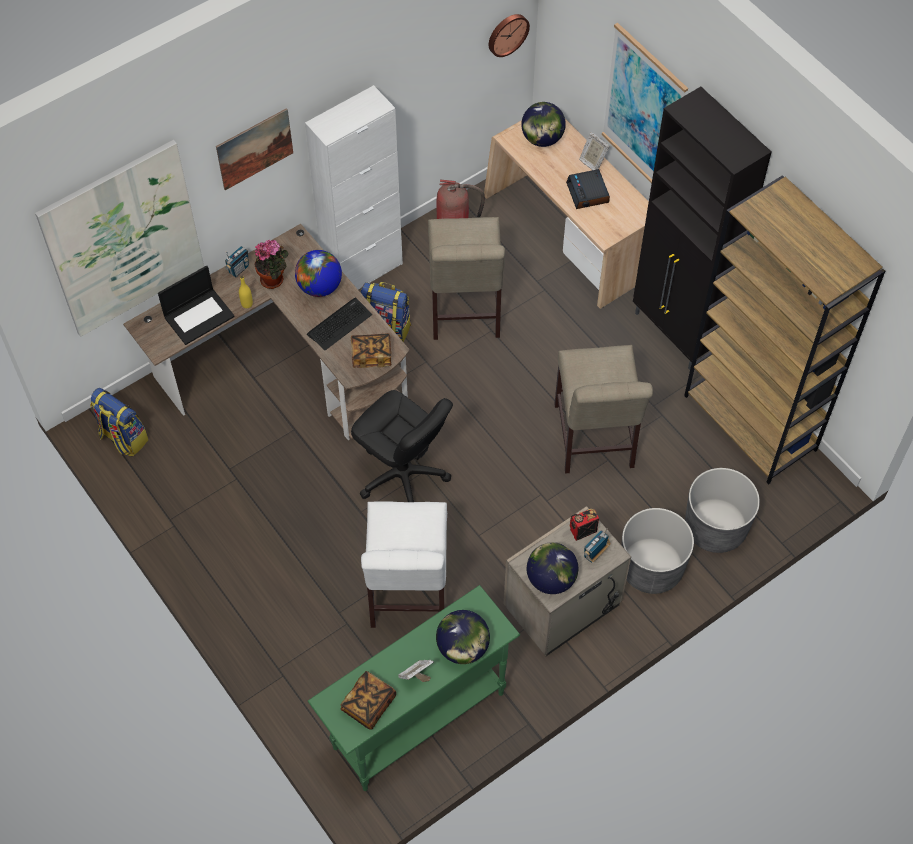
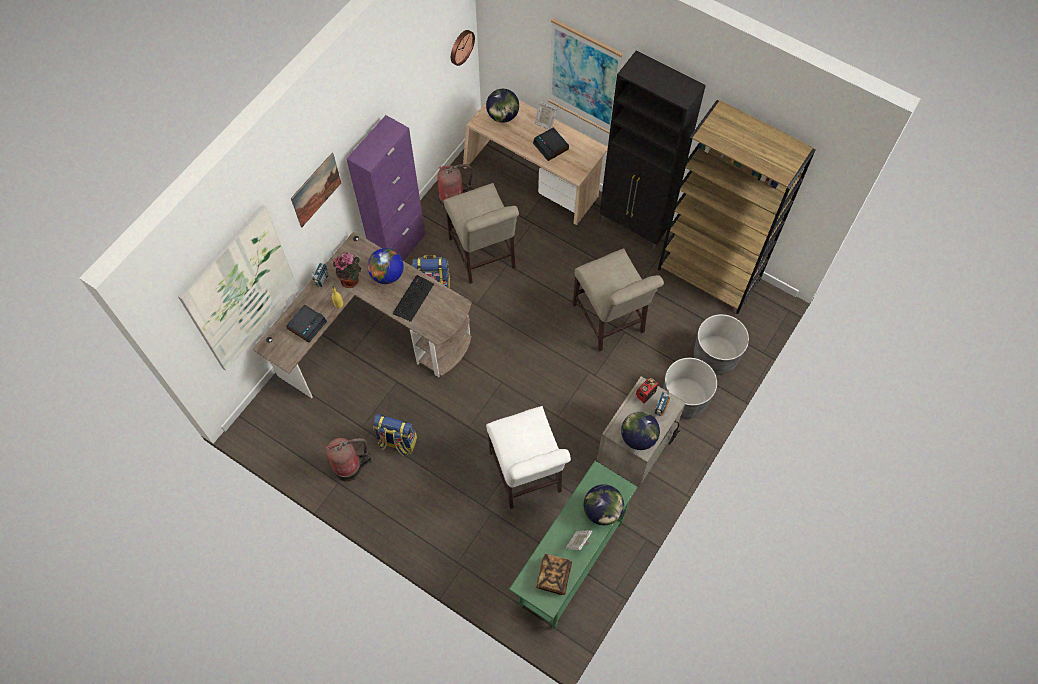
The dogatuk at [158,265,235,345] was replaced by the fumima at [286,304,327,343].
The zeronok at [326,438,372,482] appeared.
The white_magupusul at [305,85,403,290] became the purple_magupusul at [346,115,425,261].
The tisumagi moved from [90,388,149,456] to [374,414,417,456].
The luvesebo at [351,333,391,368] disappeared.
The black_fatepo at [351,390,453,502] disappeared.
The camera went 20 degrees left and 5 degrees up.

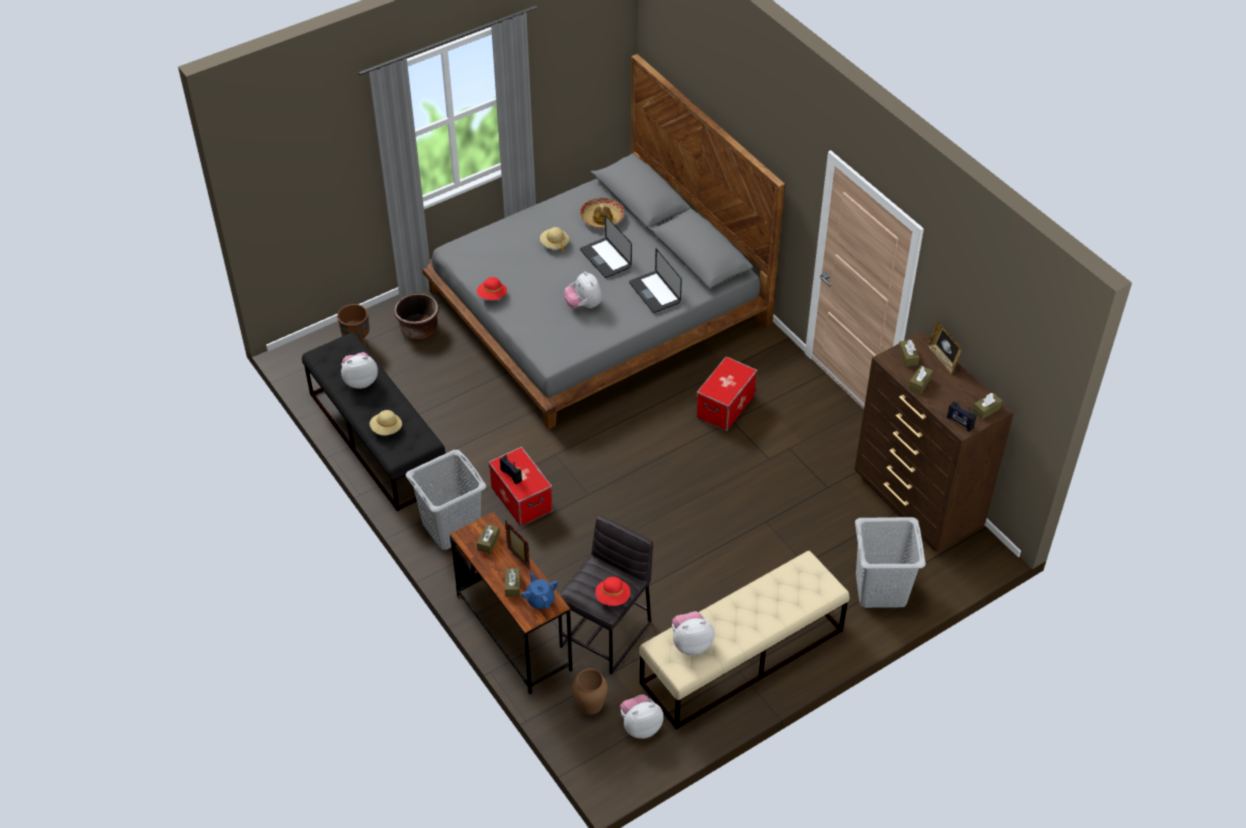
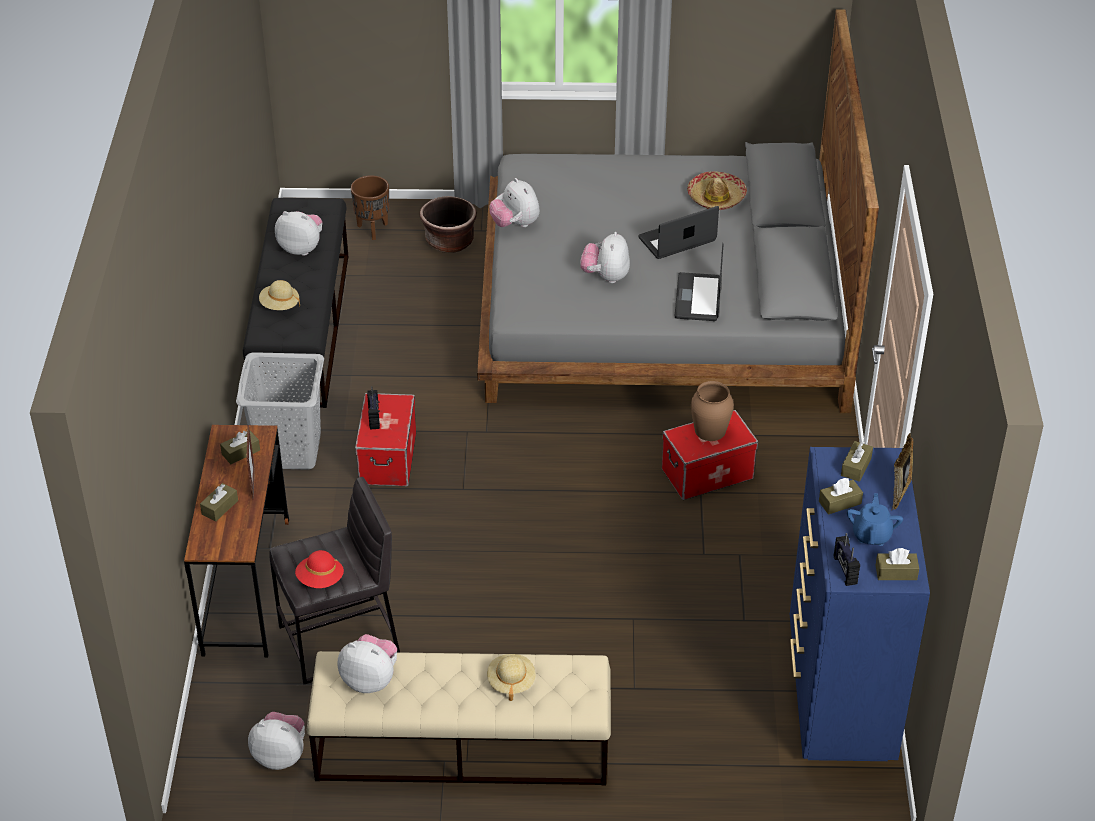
The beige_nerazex moved from [540,227,569,252] to [487,654,535,701].
The red_nerazex at [477,277,507,300] was replaced by the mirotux at [489,178,540,227].
The dogatuk at [580,215,632,278] turned 60 degrees clockwise.
The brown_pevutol moved from [572,668,608,714] to [691,381,734,441].
The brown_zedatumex at [854,331,1014,552] became the blue_zedatumex at [790,447,930,761].
The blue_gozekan moved from [521,572,558,609] to [847,493,903,546].
The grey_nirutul at [855,517,926,608] disappeared.
The camera went 35 degrees right and 5 degrees down.

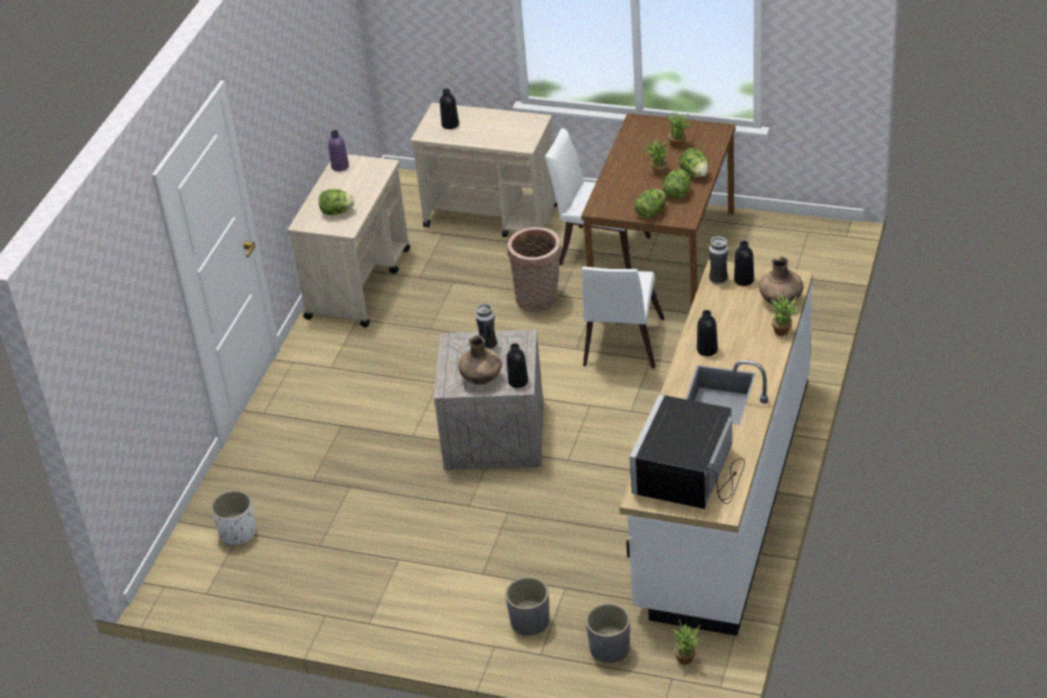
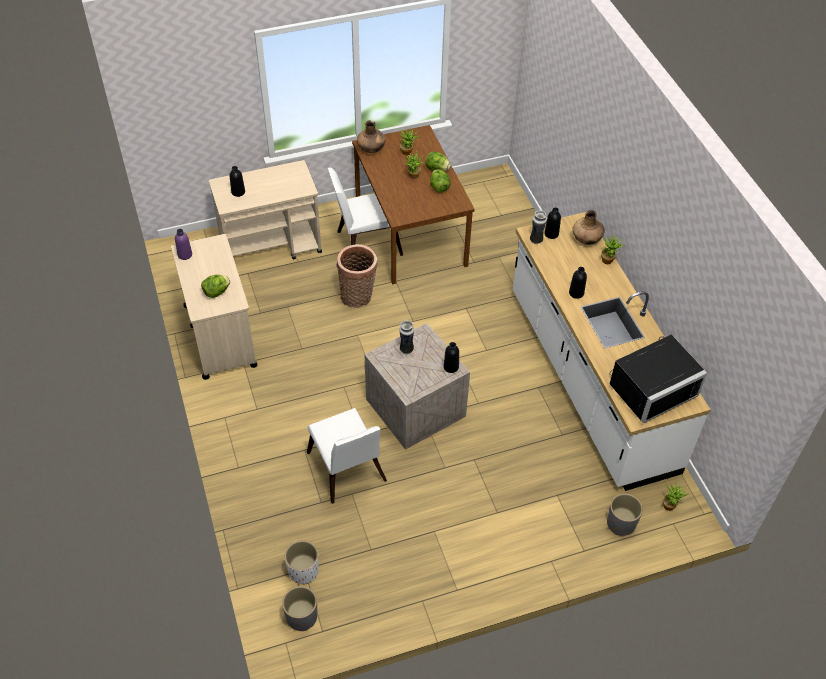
The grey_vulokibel moved from [505,577,550,636] to [282,586,317,631].
The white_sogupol moved from [582,267,664,369] to [307,408,387,504].
The brown_pevutol moved from [458,335,502,385] to [357,120,385,153].
The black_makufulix at [630,394,745,509] turned 105 degrees counterclockwise.
The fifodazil at [634,189,665,218] disappeared.
The camera went 40 degrees left and 10 degrees up.

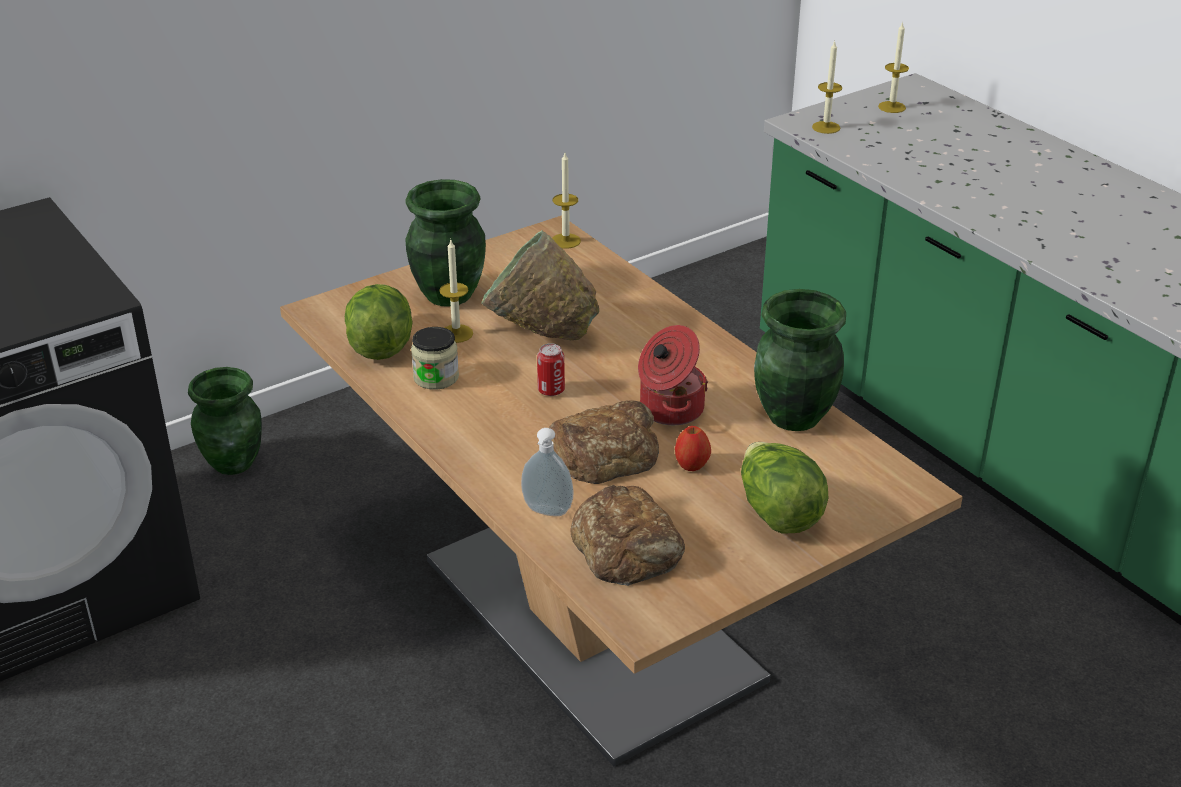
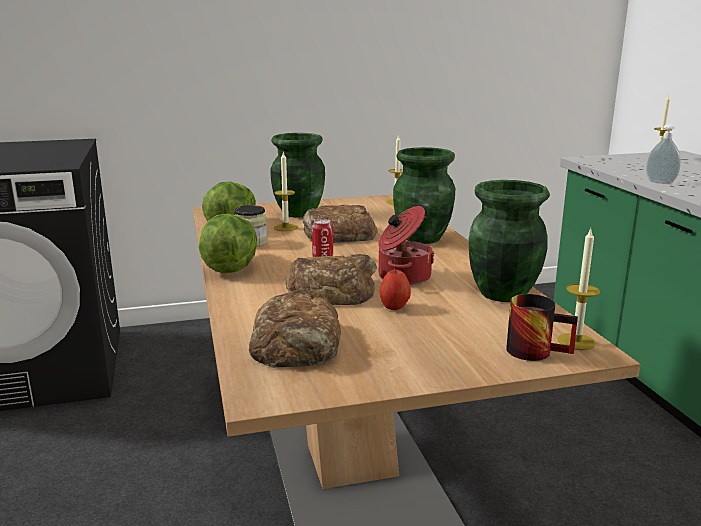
The fifodazil moved from [741,442,828,534] to [199,214,257,274].
The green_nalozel at [481,230,599,340] was replaced by the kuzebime at [303,205,378,243].
The green_pevutol moved from [188,367,262,475] to [393,147,456,244].
The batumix at [506,294,578,361] appeared.
The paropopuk moved from [812,41,842,134] to [557,229,600,350].
The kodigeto moved from [521,428,573,516] to [646,124,681,184].
The camera went 20 degrees right and 15 degrees down.

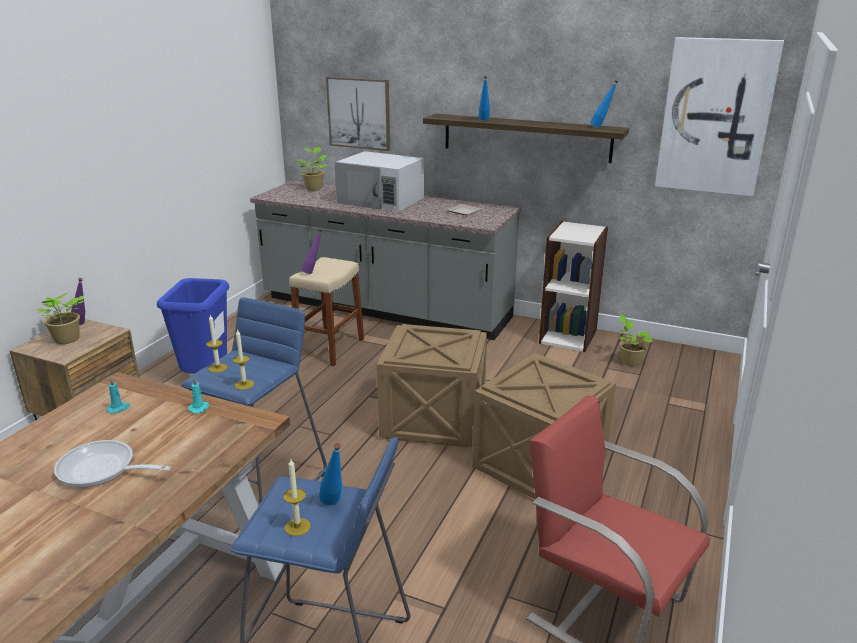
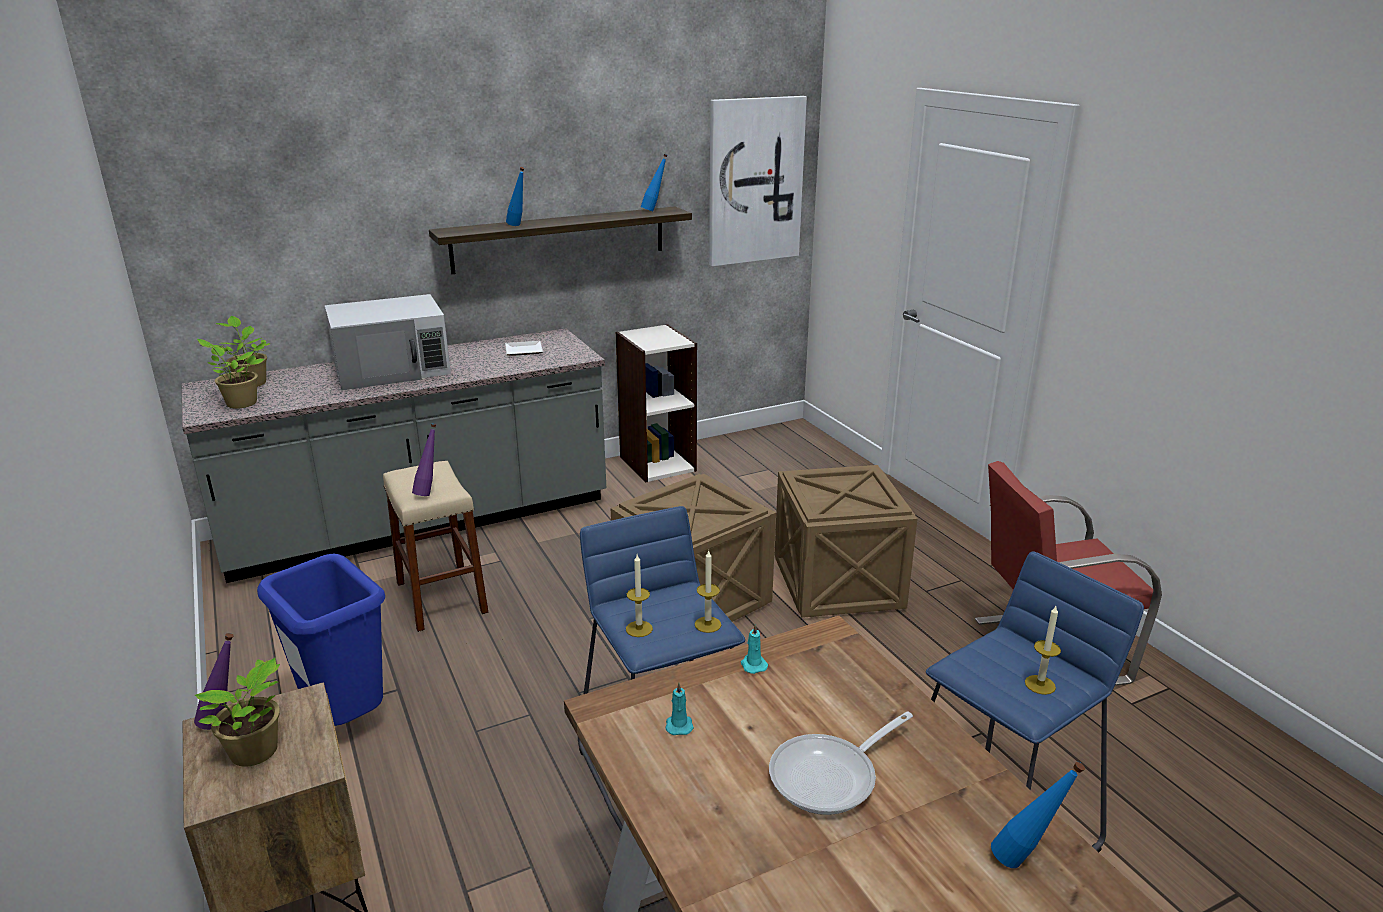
The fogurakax moved from [619,314,654,366] to [197,339,265,409].
The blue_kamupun moved from [319,443,342,505] to [991,762,1085,868].
The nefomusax at [326,77,390,151] disappeared.
The camera went 50 degrees left and 0 degrees up.

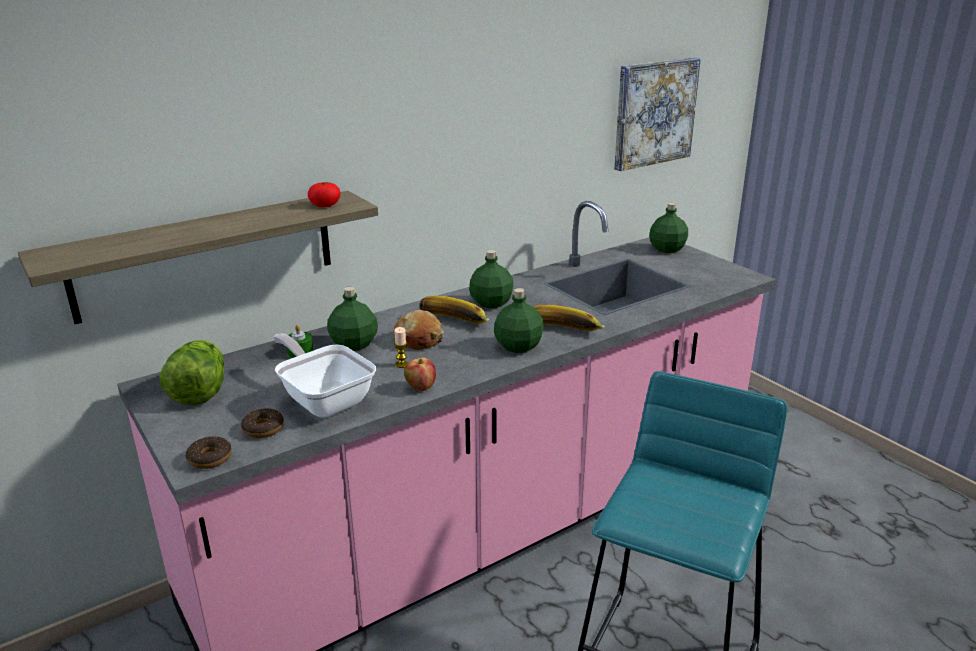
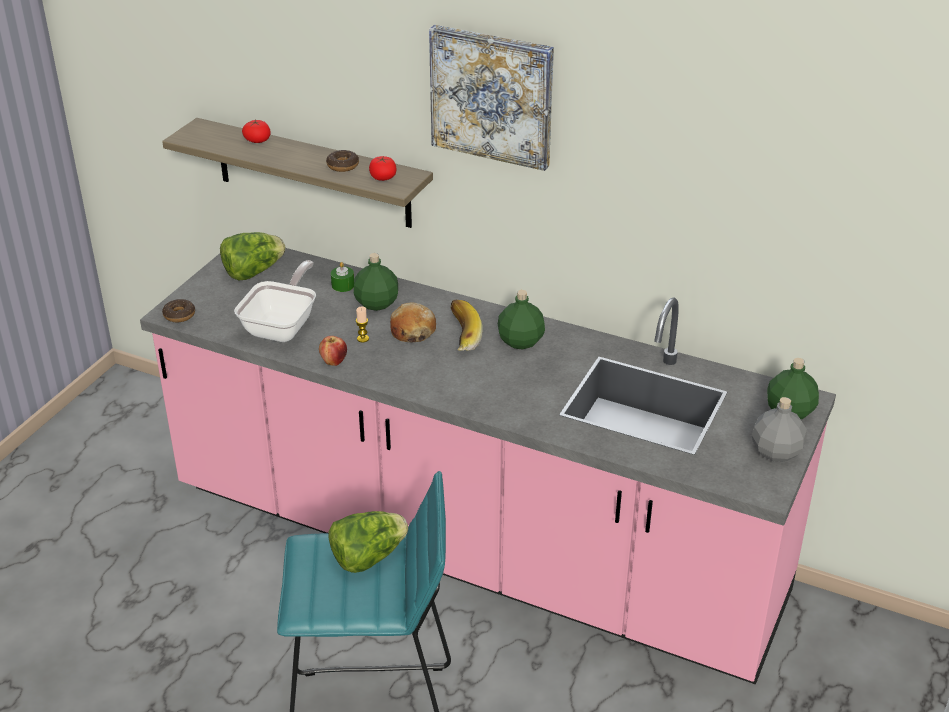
The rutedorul at [242,120,271,143] appeared.
The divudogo moved from [241,408,284,438] to [326,150,359,172].
The fifodazil at [328,511,408,573] appeared.
The nefomusax moved from [614,57,701,171] to [429,25,554,171].
The grey_kamupun at [752,397,807,462] appeared.
The green_kamupun at [494,288,544,353] disappeared.
The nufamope at [533,305,605,331] disappeared.
The camera went 60 degrees right and 10 degrees up.

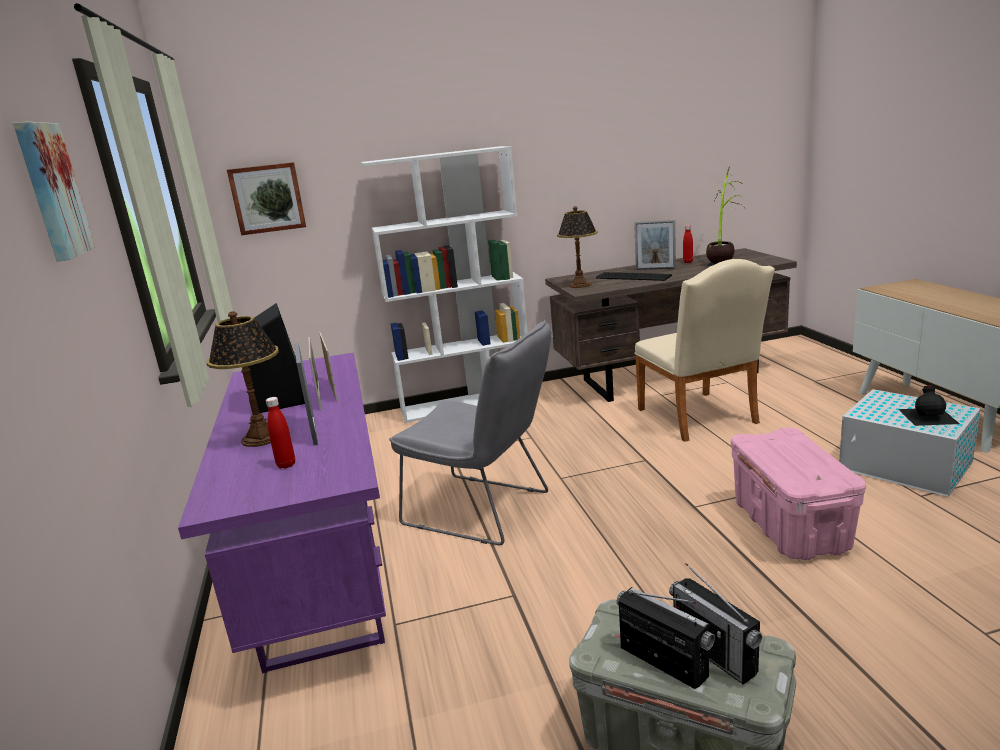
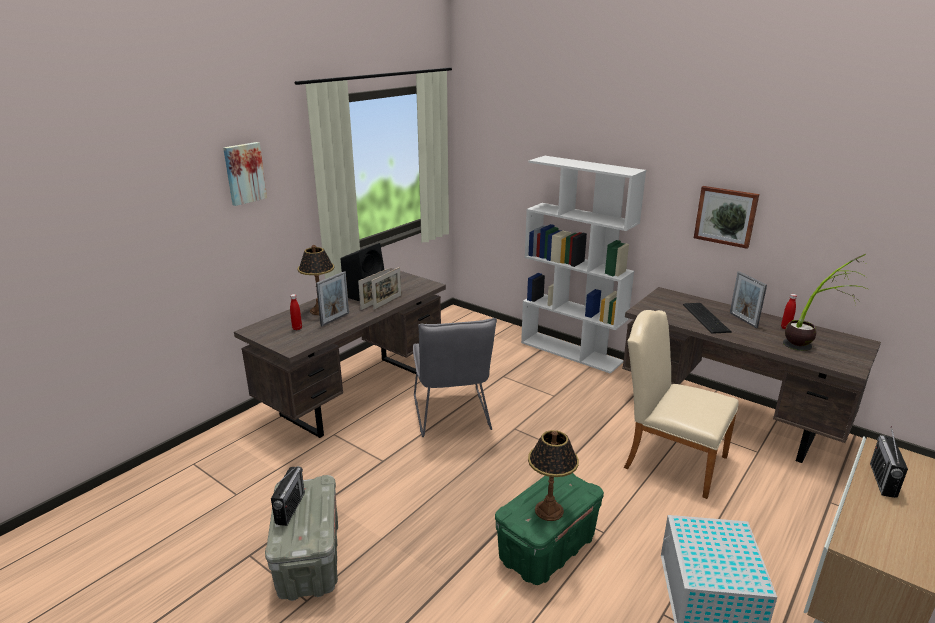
The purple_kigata at [178,352,386,674] became the brown_kigata at [234,268,446,438].
The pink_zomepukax at [731,427,866,561] became the green_zomepukax at [495,473,604,585].
The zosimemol moved from [557,206,598,288] to [528,430,579,521].
The beige_sogupol at [634,259,775,442] turned 90 degrees clockwise.
The nefomusax moved from [227,162,306,235] to [694,186,759,249].
The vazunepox moved from [669,563,762,685] to [870,426,908,498].
The black_kamupun at [898,385,960,426] disappeared.
The camera went 50 degrees right and 5 degrees up.

